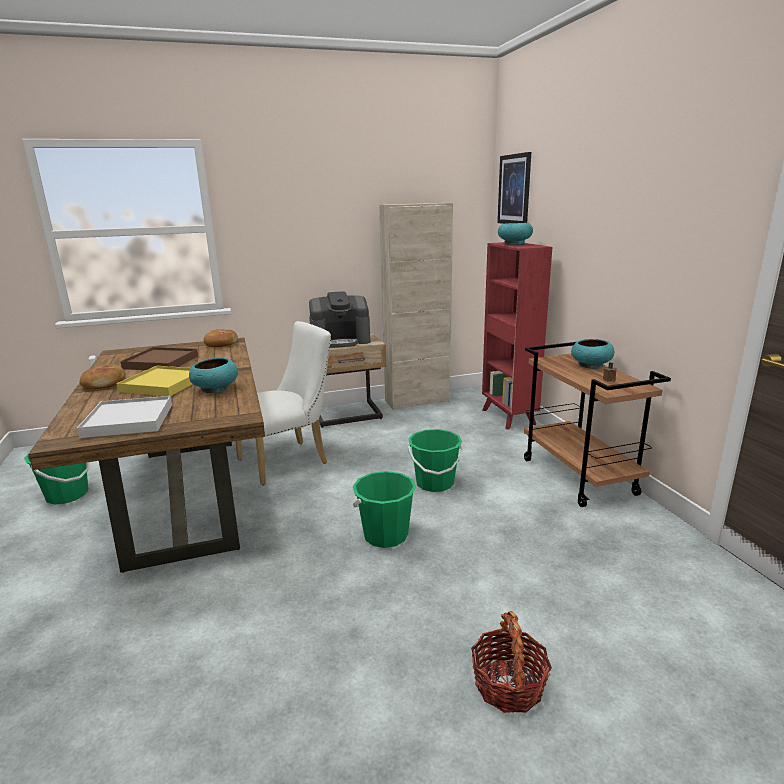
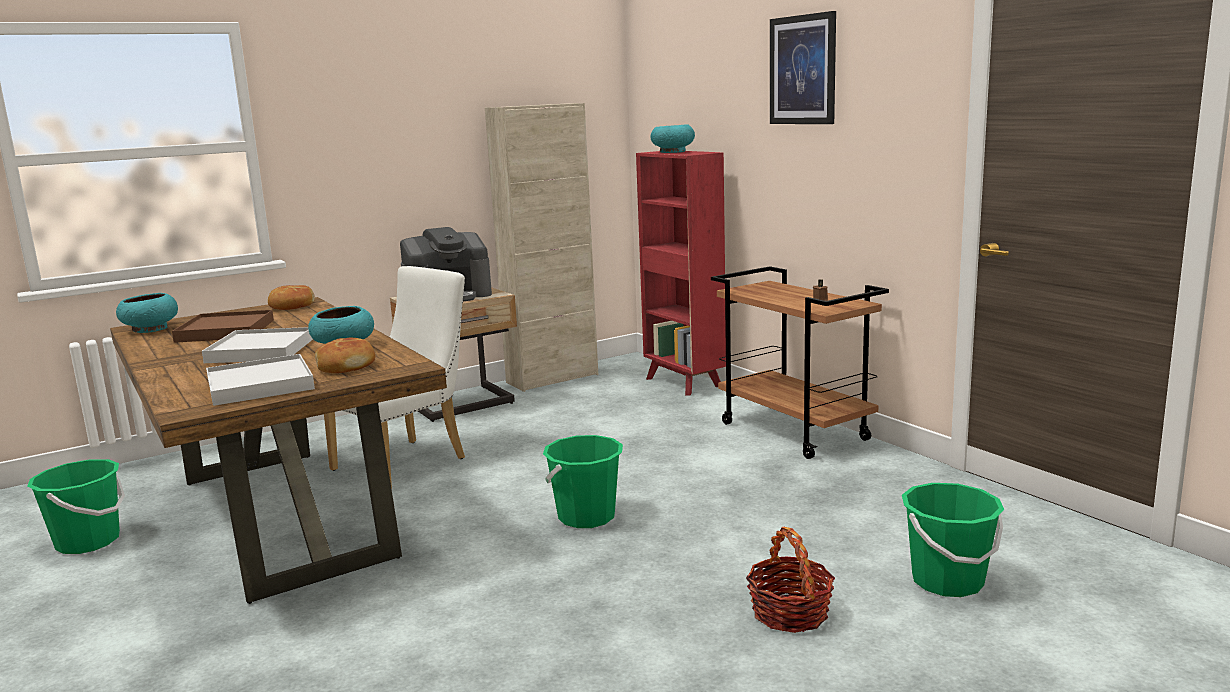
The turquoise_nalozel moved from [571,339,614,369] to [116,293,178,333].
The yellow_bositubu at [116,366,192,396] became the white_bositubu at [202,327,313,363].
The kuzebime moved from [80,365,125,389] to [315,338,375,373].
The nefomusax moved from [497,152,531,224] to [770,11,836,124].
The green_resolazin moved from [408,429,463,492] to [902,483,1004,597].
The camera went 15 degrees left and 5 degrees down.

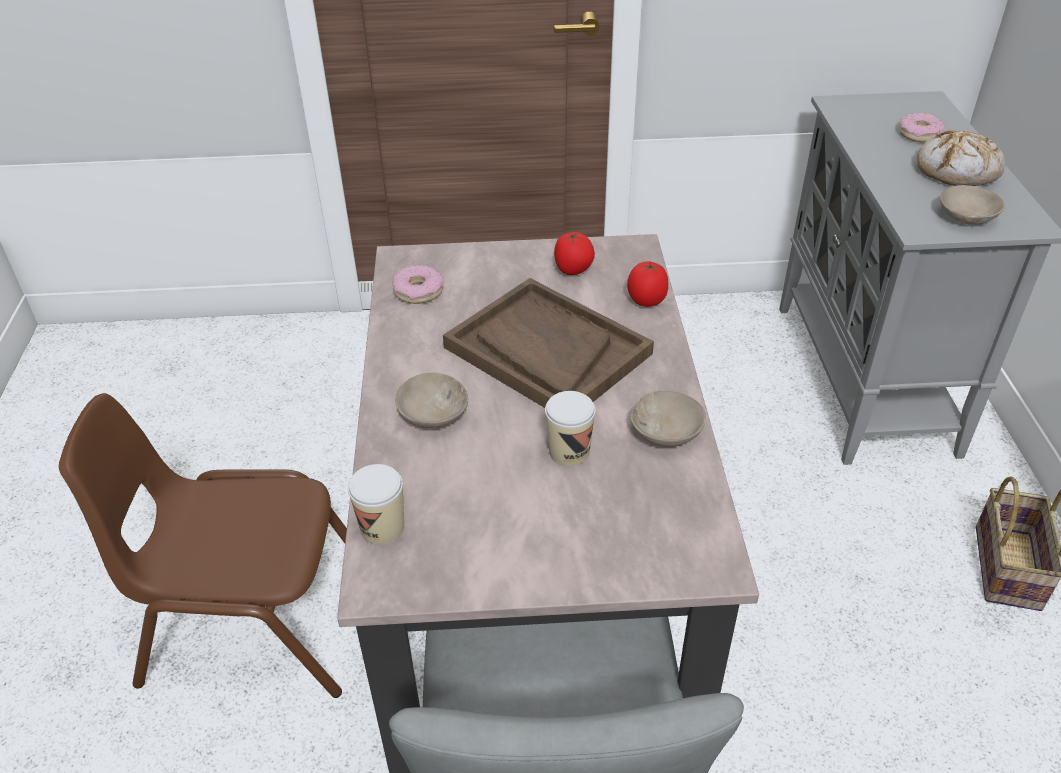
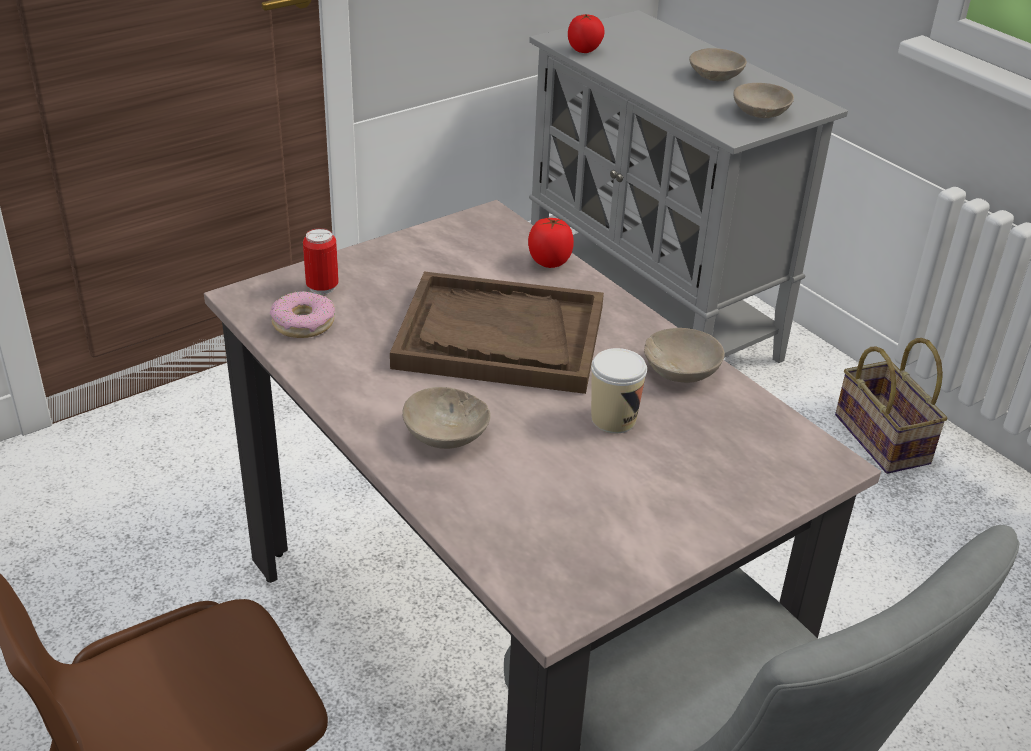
The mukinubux at [303,228,339,295] appeared.
The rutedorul moved from [554,232,595,275] to [568,14,605,53].
The kuzebime at [917,131,1005,186] was replaced by the beige_nalozel at [689,48,747,81].
The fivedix at [348,464,404,545] disappeared.
The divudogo at [899,113,945,142] disappeared.
The camera went 35 degrees left and 5 degrees down.

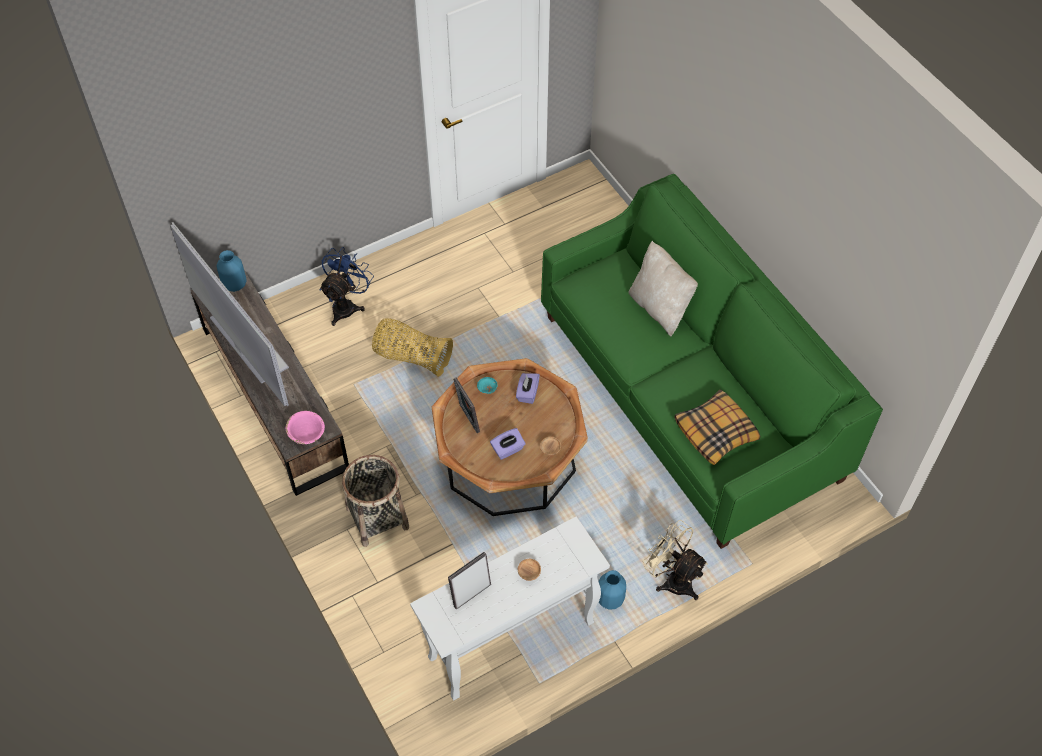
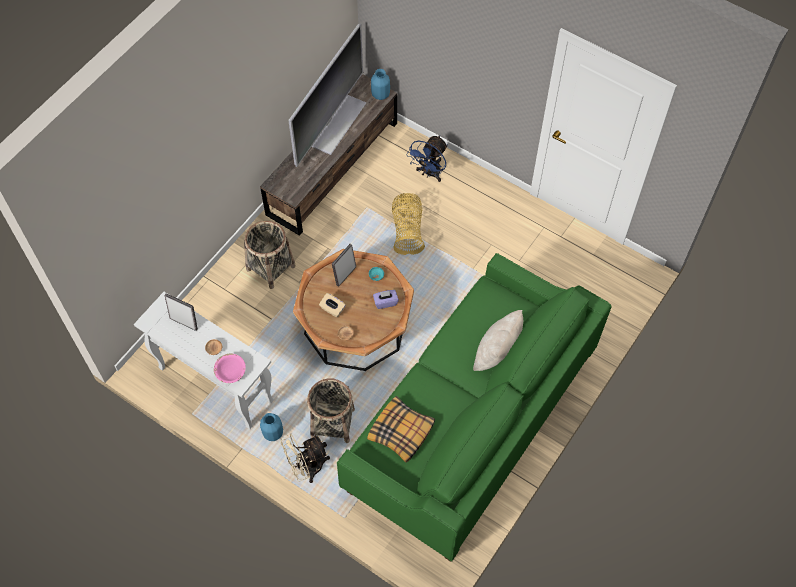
The pink_nalozel moved from [286,411,325,444] to [214,353,246,383].
The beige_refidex at [643,520,708,600] turned 135 degrees counterclockwise.
The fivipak at [307,378,355,443] appeared.
The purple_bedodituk at [490,428,525,460] became the beige_bedodituk at [319,293,346,318].
The blue_refidex at [320,247,374,326] turned 120 degrees clockwise.
The camera went 65 degrees right and 5 degrees up.

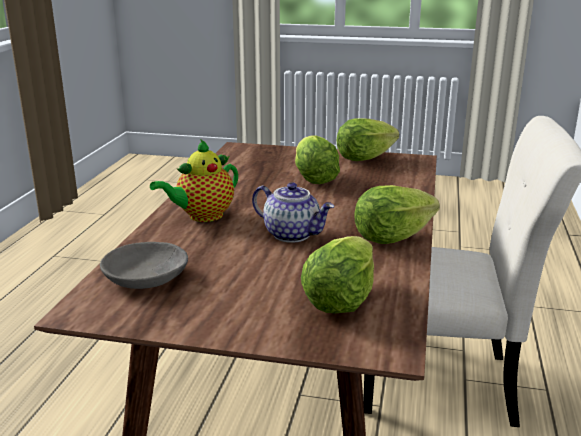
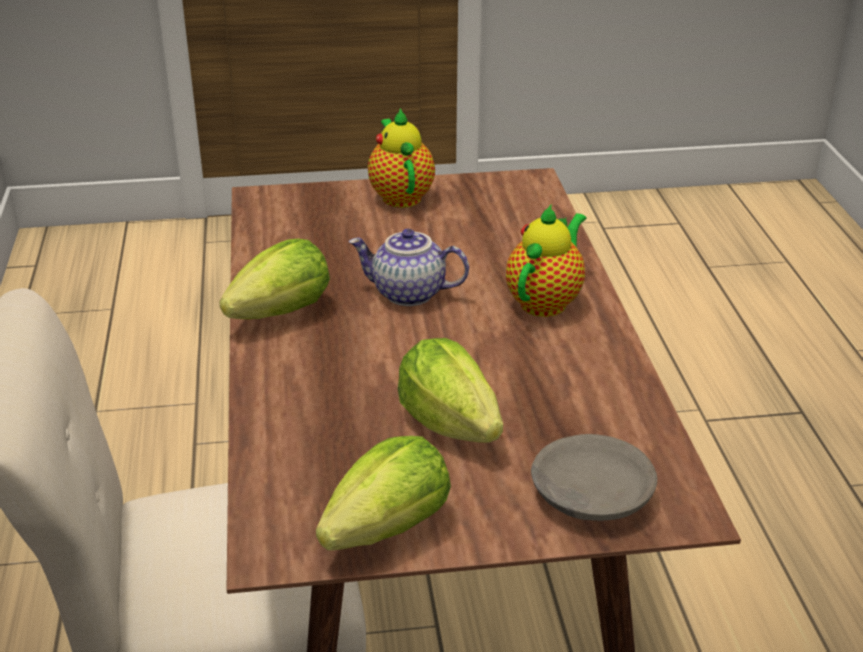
The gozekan at [368,108,435,208] appeared.
The grey_nalozel moved from [100,242,188,289] to [531,434,657,521].
The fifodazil at [301,236,374,313] disappeared.
The camera went 160 degrees right and 10 degrees up.

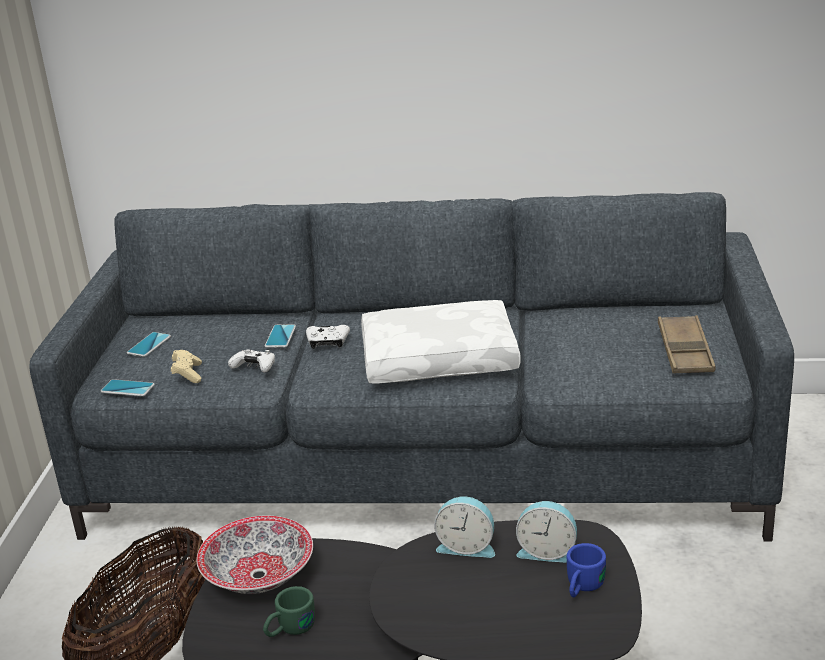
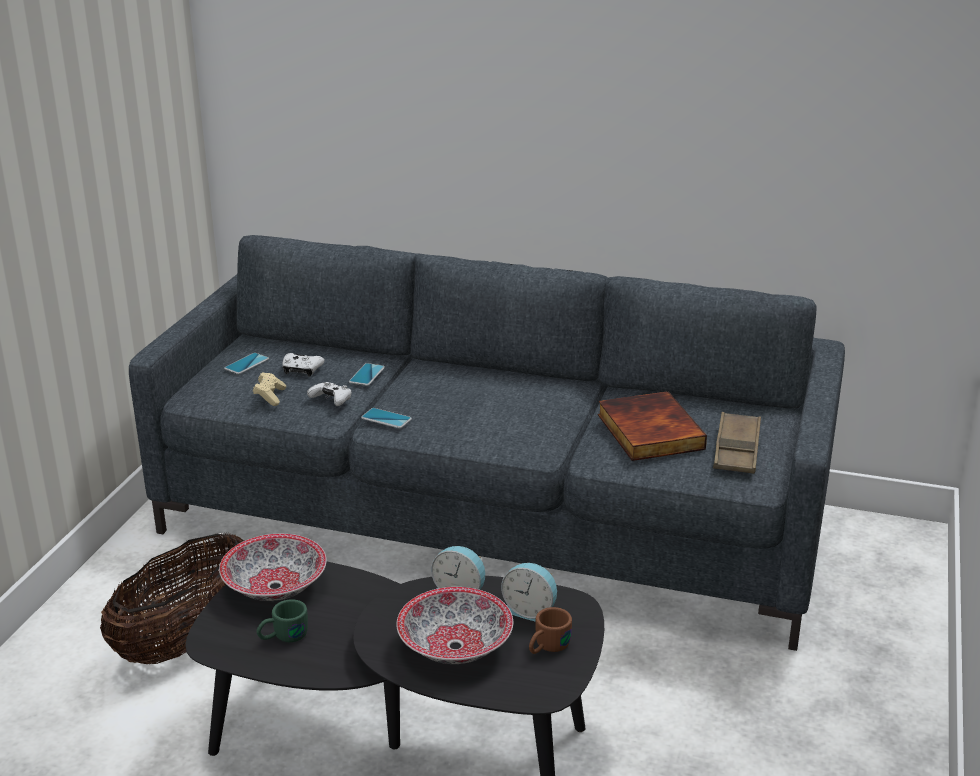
The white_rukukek moved from [306,325,350,349] to [282,353,324,376].
The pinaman moved from [101,379,155,396] to [361,408,412,428].
The nalozel at [396,587,513,664] appeared.
The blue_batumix at [567,543,606,597] became the brown_batumix at [529,607,572,654].
The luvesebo at [598,391,707,461] appeared.
The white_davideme at [361,300,521,384] disappeared.
The camera went 10 degrees right and 0 degrees up.

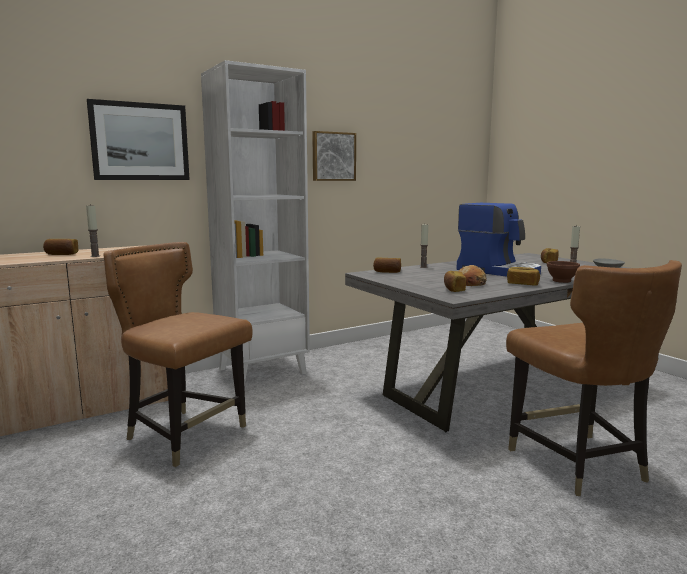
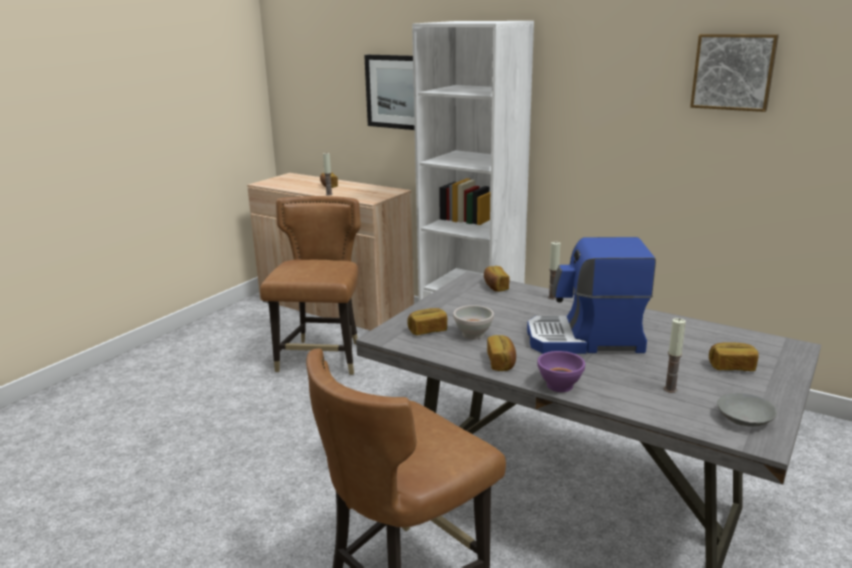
The kuzebime at [459,265,487,286] was replaced by the white_nalozel at [453,305,494,339].
The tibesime at [456,203,541,277] turned 75 degrees clockwise.
The brown_nalozel at [547,261,580,283] became the purple_nalozel at [537,351,585,392].
The nefomusax moved from [312,131,356,181] to [690,34,779,112].
The camera went 65 degrees right and 10 degrees up.

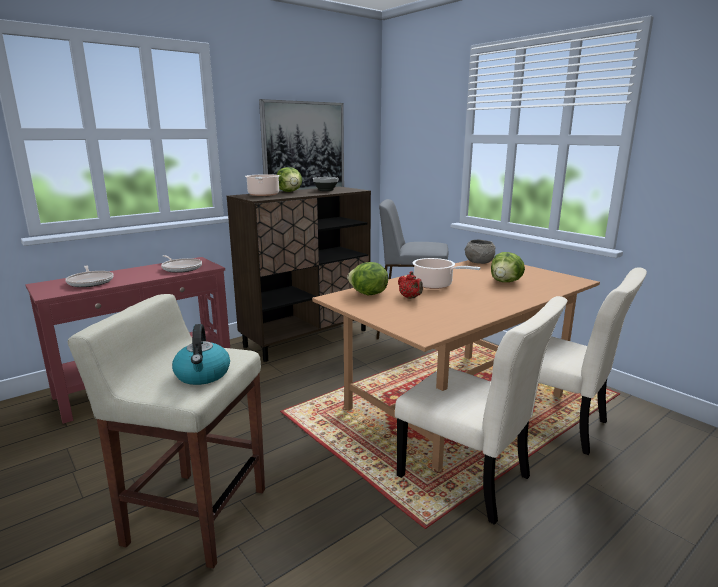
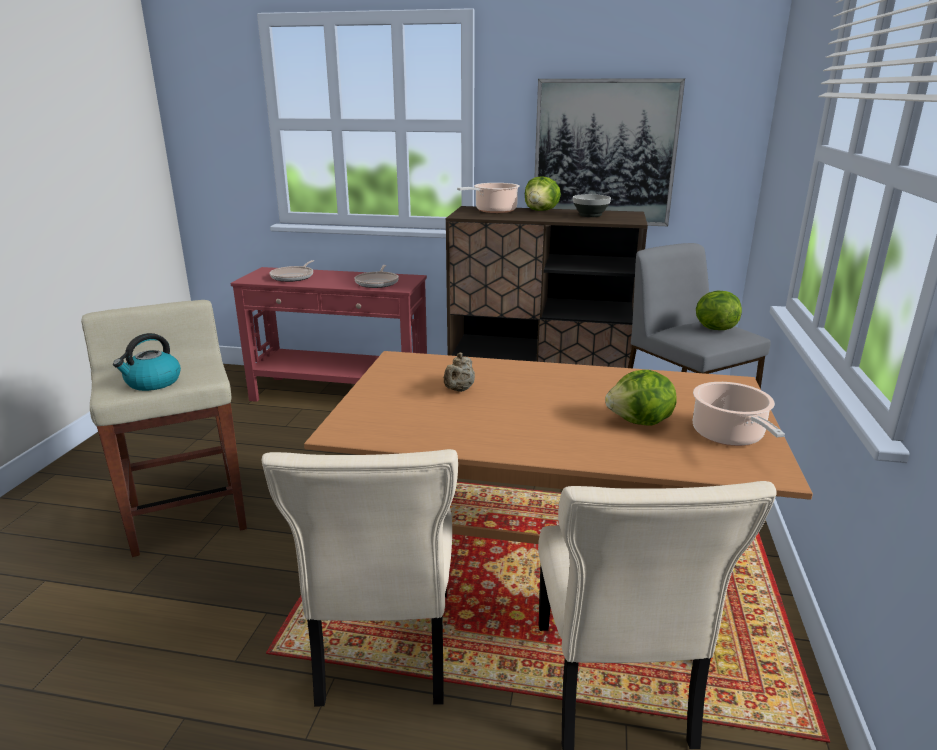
The red_gozekan at [398,271,423,299] became the beige_gozekan at [443,353,475,392].
The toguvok moved from [412,258,481,289] to [693,382,785,446].
The fifodazil moved from [347,262,388,295] to [696,290,742,330].
The grey_nalozel at [465,240,496,264] disappeared.
The camera went 50 degrees right and 5 degrees up.

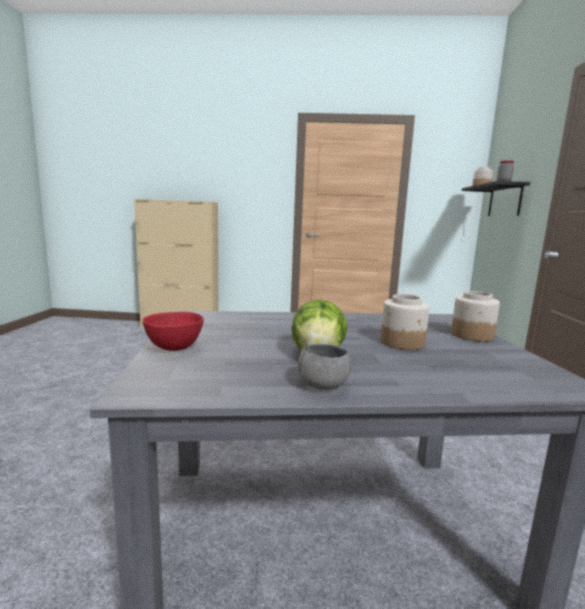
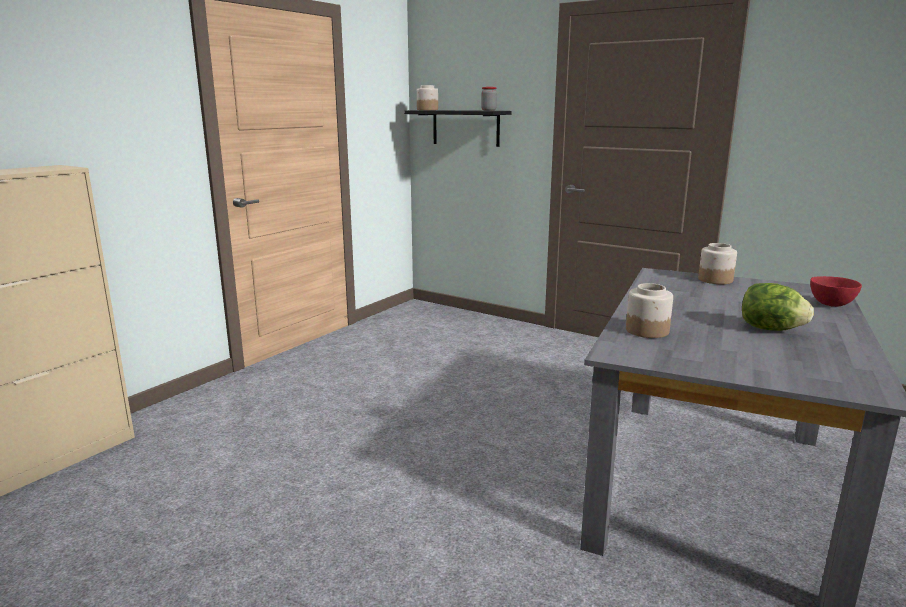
The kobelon moved from [381,294,430,350] to [626,283,673,338].
The red_nalozel moved from [142,312,204,351] to [810,276,862,307].
The grey_nalozel at [298,344,351,390] disappeared.
The camera went 60 degrees left and 5 degrees up.

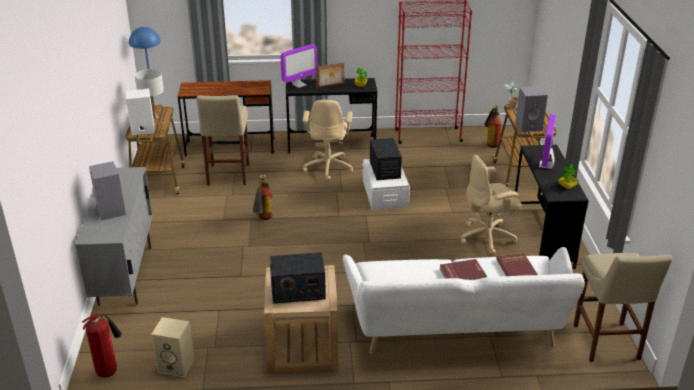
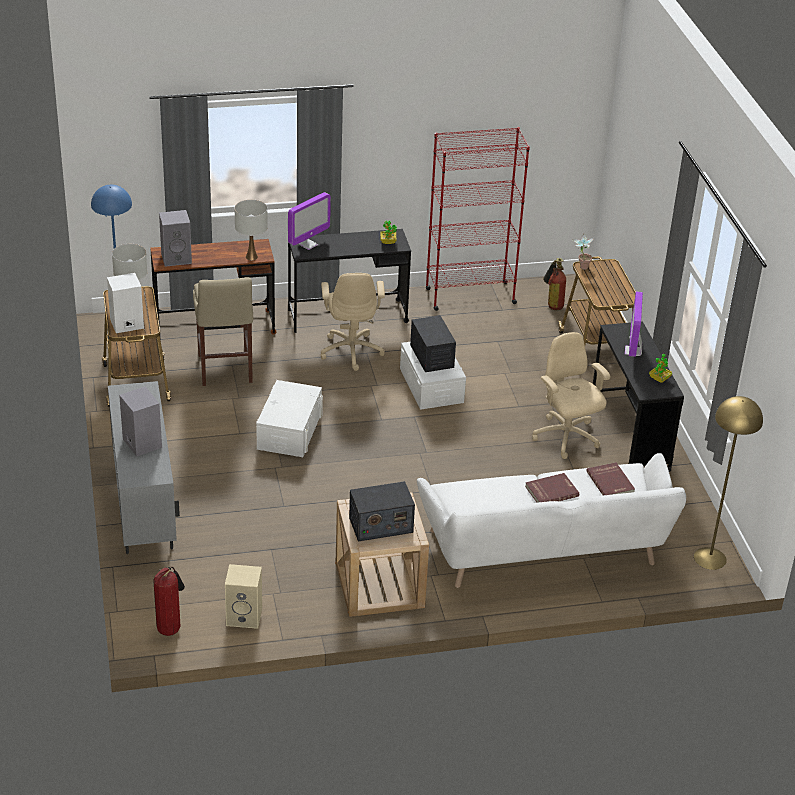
The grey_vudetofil moved from [515,86,548,132] to [159,210,192,267].
The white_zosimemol at [235,200,268,260] appeared.
The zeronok at [253,175,273,220] was replaced by the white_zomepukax at [256,380,323,457].
The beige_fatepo at [461,155,522,255] turned 90 degrees clockwise.
The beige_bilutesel at [574,253,673,362] was replaced by the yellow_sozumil at [694,396,763,570].
The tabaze at [316,63,344,88] disappeared.
The camera went 10 degrees left and 5 degrees up.

